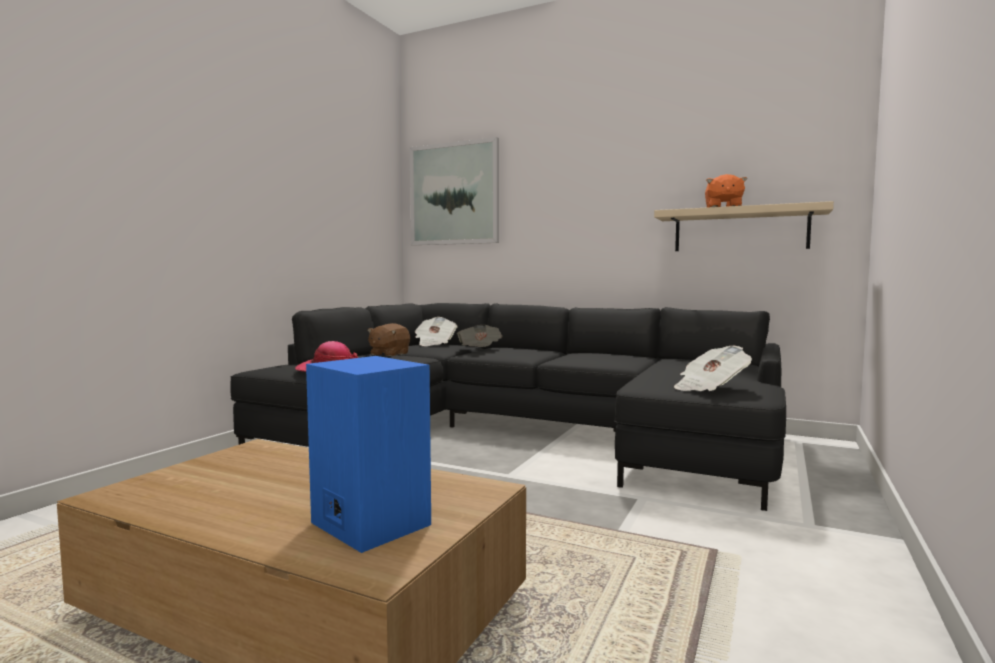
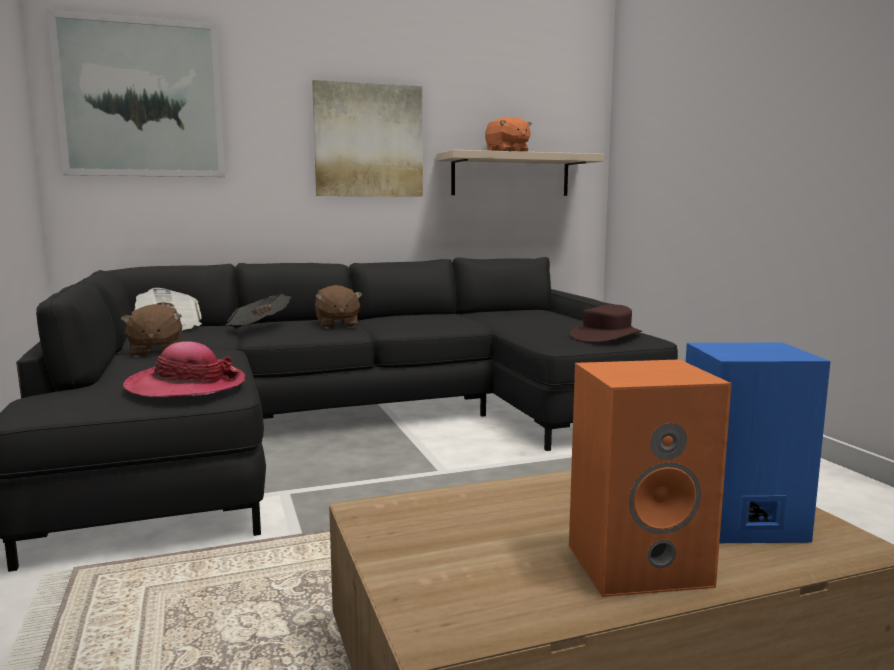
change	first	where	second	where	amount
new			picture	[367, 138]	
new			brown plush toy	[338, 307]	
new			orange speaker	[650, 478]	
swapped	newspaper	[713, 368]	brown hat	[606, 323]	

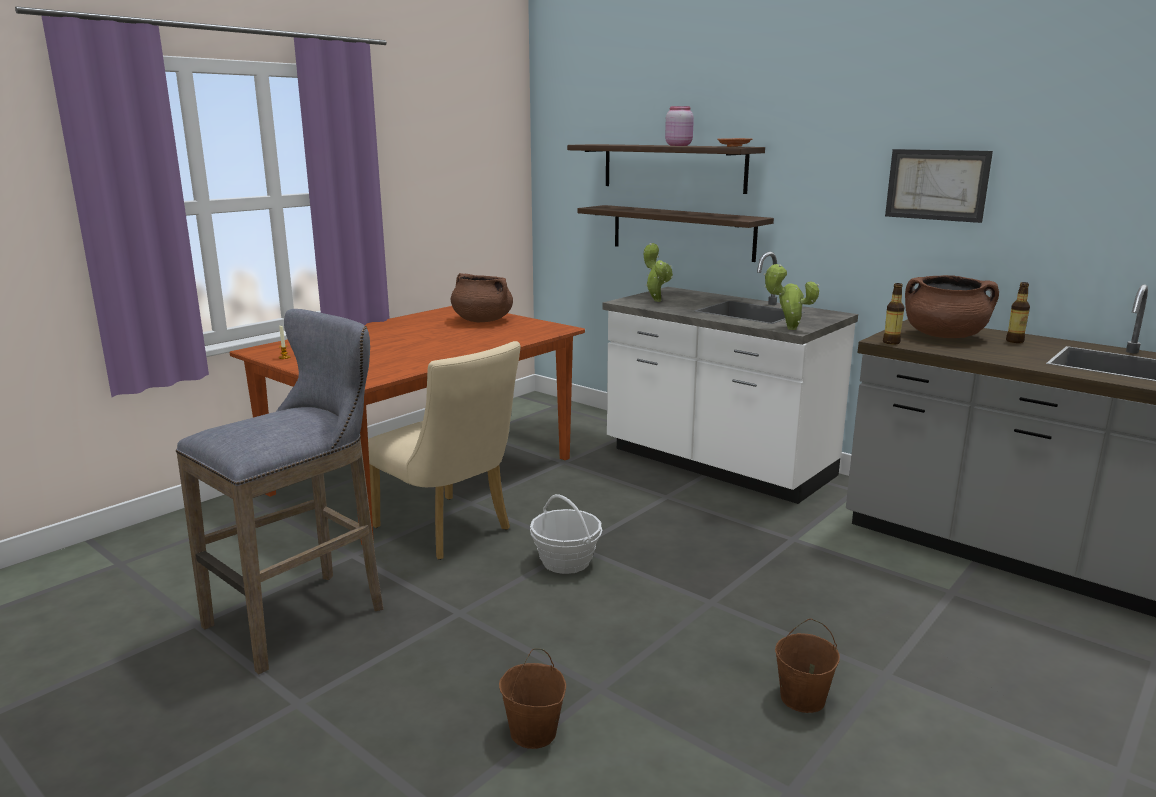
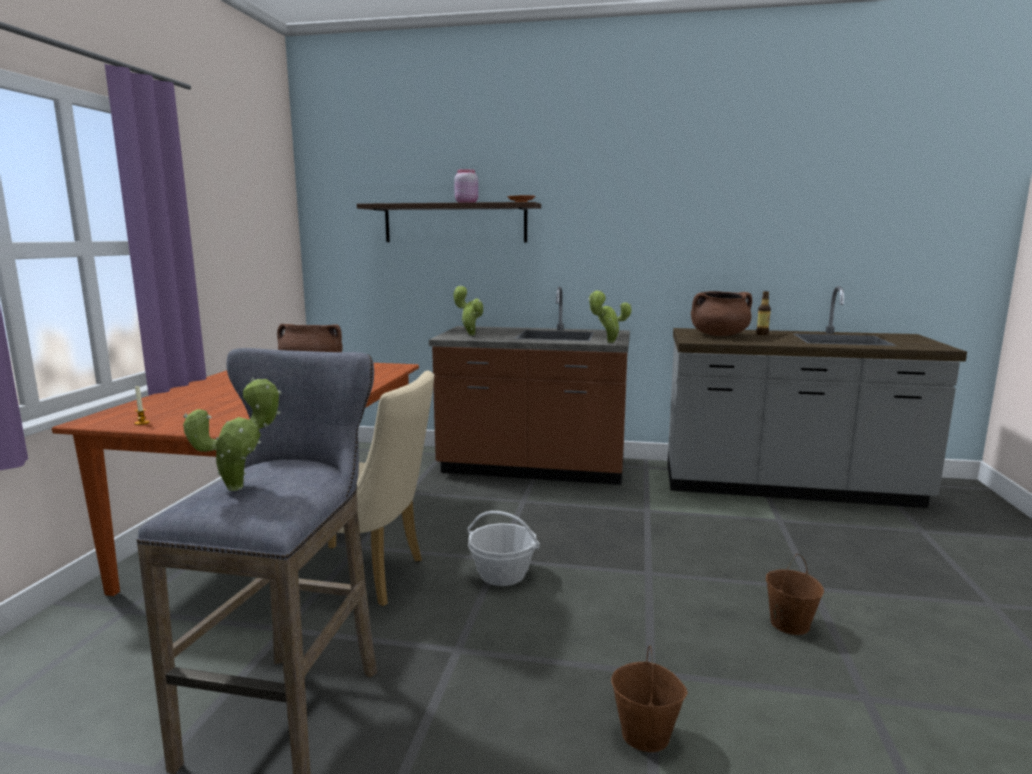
change	first	where	second	where	amount
new			potted plant	[232, 434]	
repainted	white counter	[730, 378]	brown counter	[529, 385]	
gone	shelf	[676, 233]			
gone	bottle	[893, 314]			
gone	picture	[939, 186]			

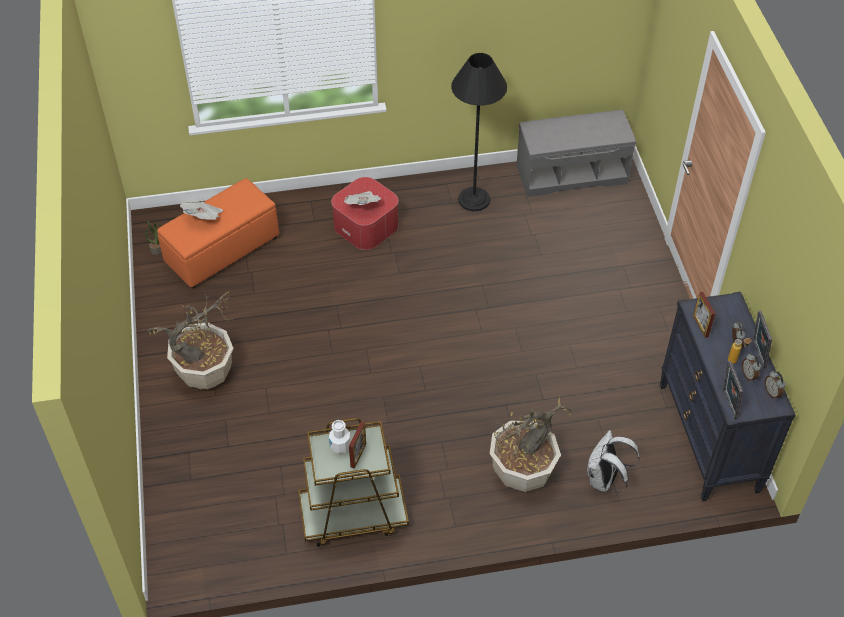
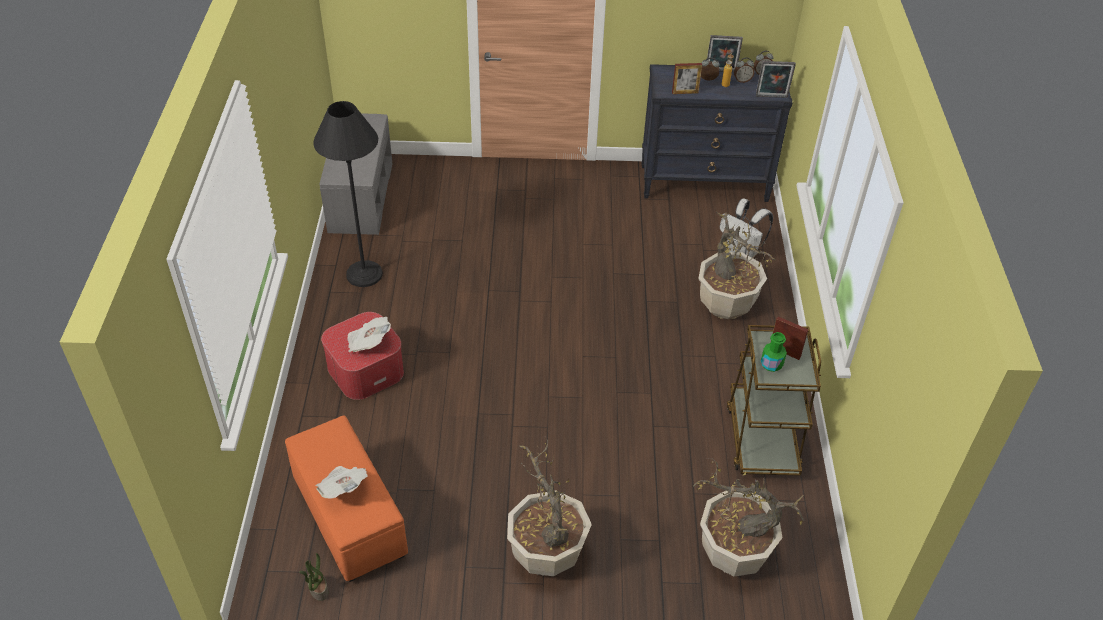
change	first	where	second	where	amount
new			potted plant	[749, 517]	
repainted	white bottle	[340, 437]	green bottle	[774, 352]	

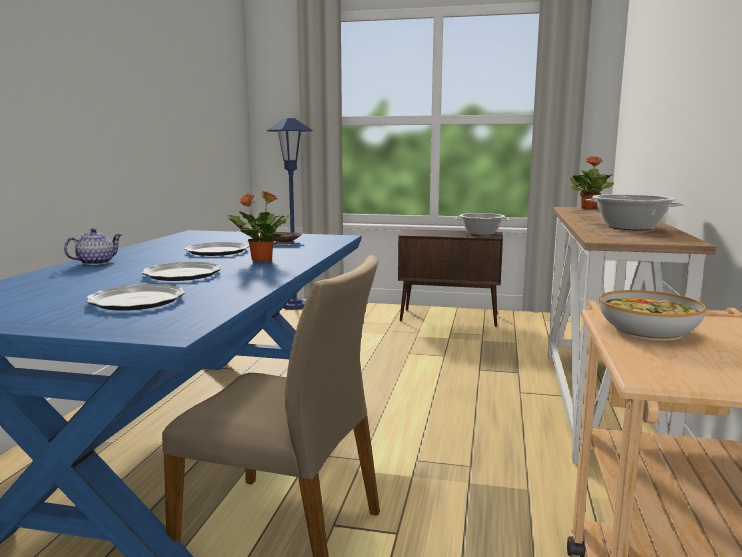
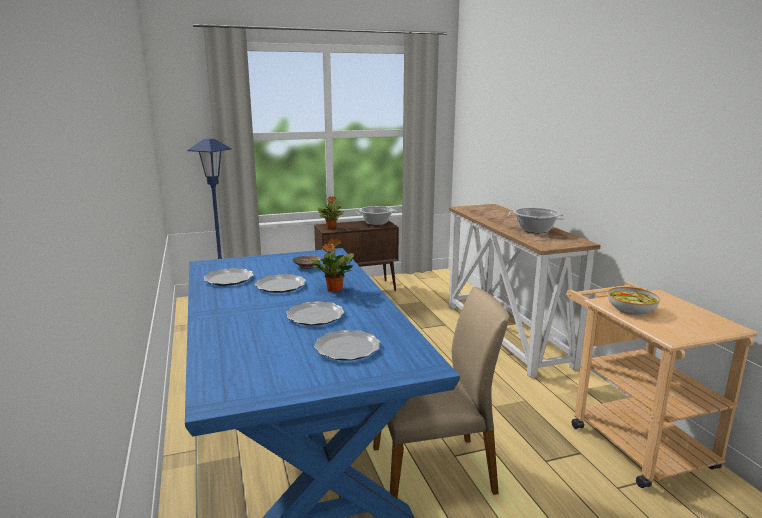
change	first	where	second	where	amount
new			plate	[229, 277]	
shifted	potted plant	[592, 182]		[331, 212]	
gone	teapot	[93, 246]			

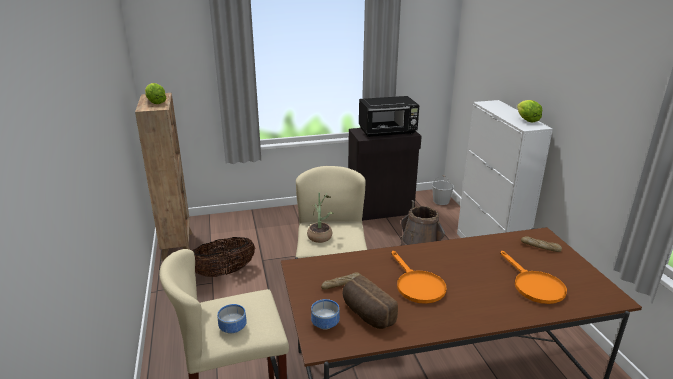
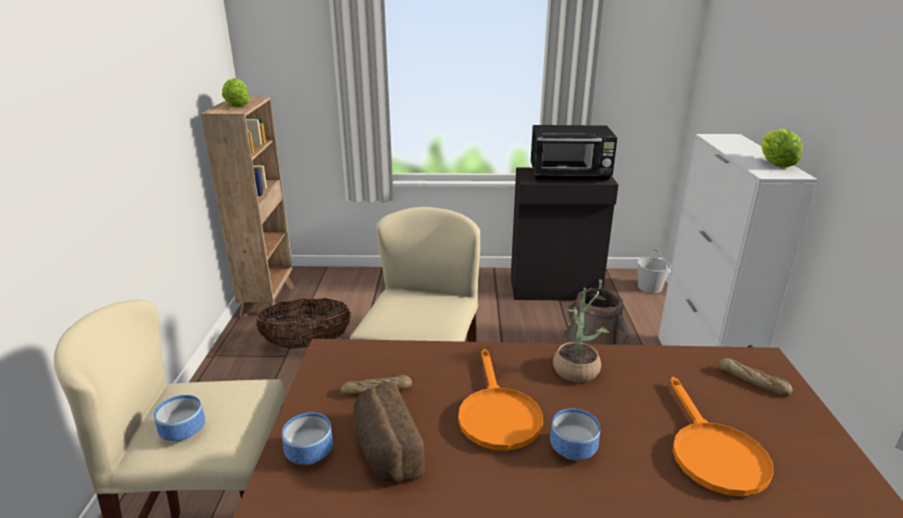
change	first	where	second	where	amount
new			bowl	[575, 434]	
shifted	potted plant	[320, 217]		[581, 335]	

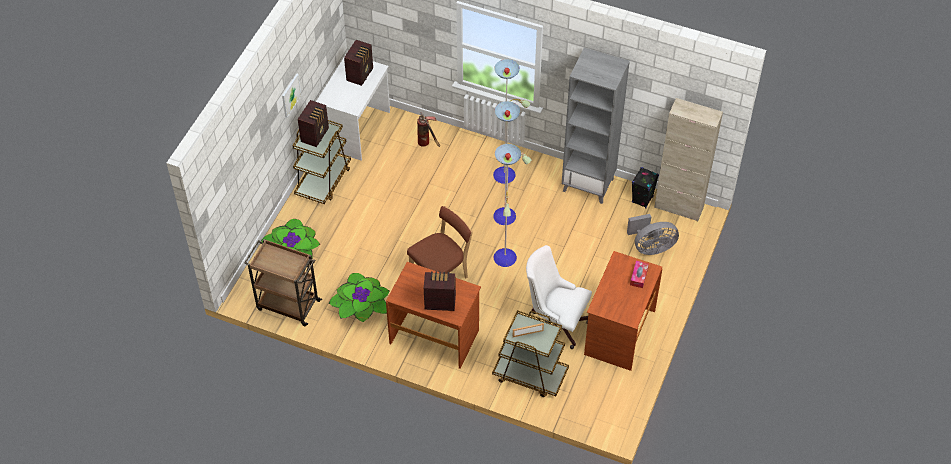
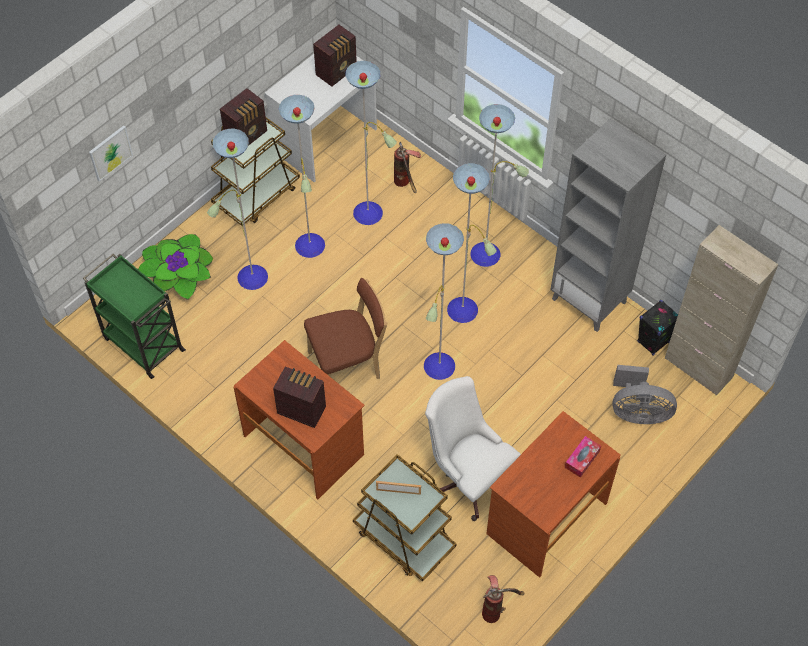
change	first	where	second	where	amount
repainted	brown cart	[283, 282]	green cart	[134, 316]	
shifted	picture	[291, 96]		[111, 154]	
new			floor lamp	[302, 175]	
new			fire extinguisher	[503, 599]	
gone	potted plant	[359, 297]			

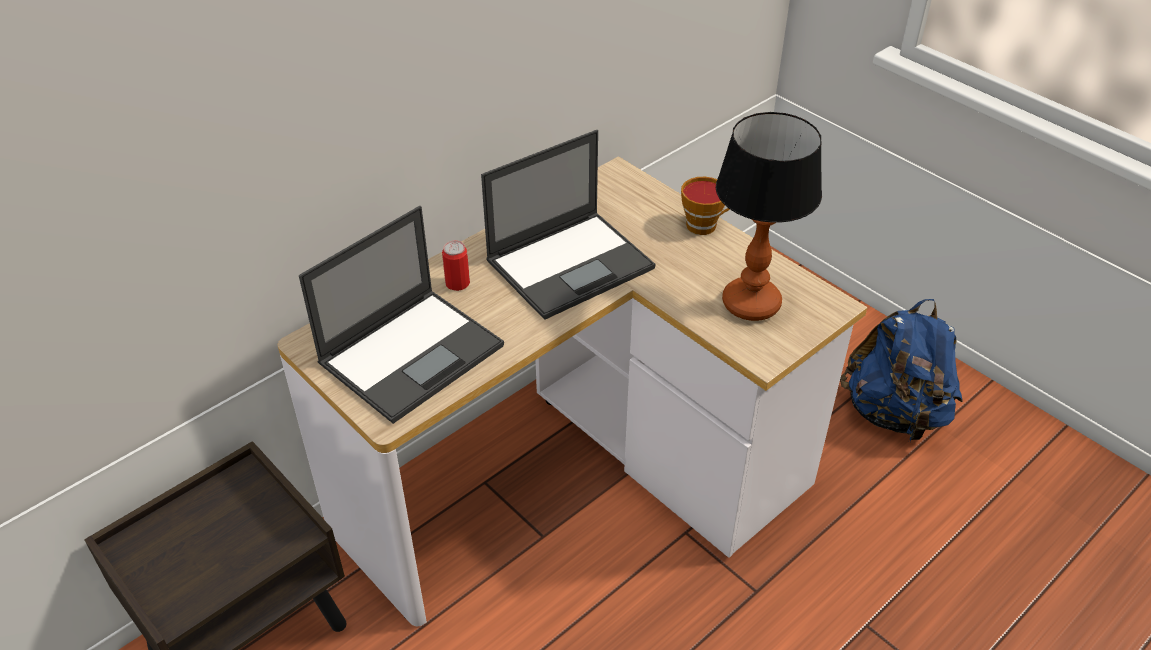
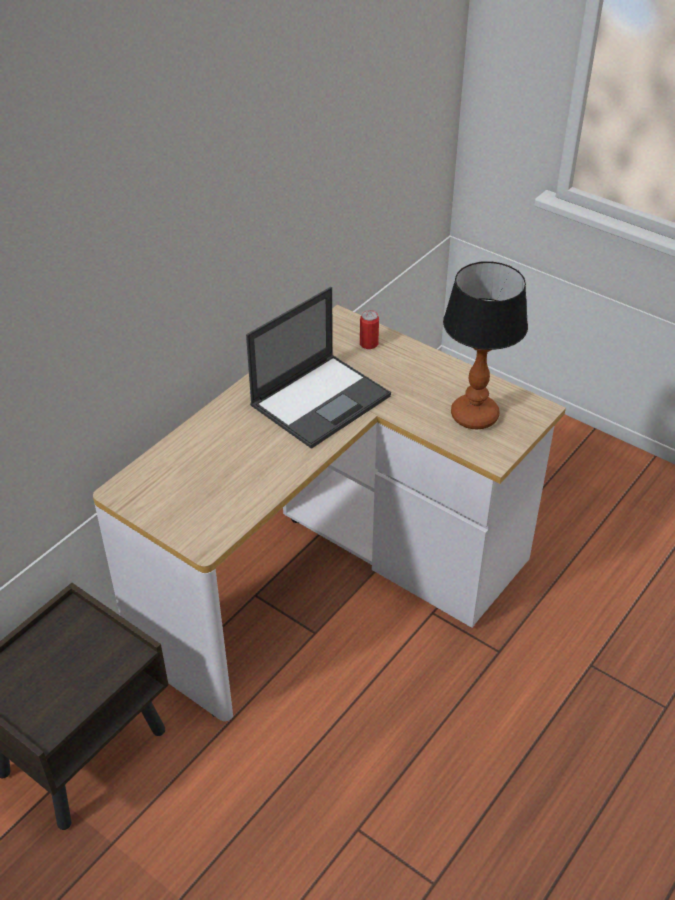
change	first	where	second	where	amount
shifted	can	[456, 266]		[369, 329]	
gone	laptop	[401, 315]			
gone	cup	[705, 206]			
gone	blue backpack	[901, 370]			

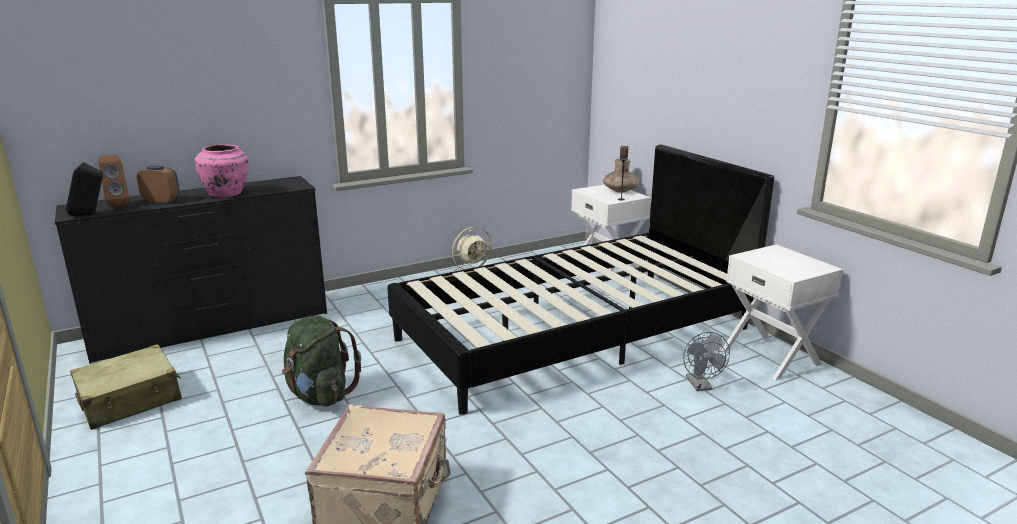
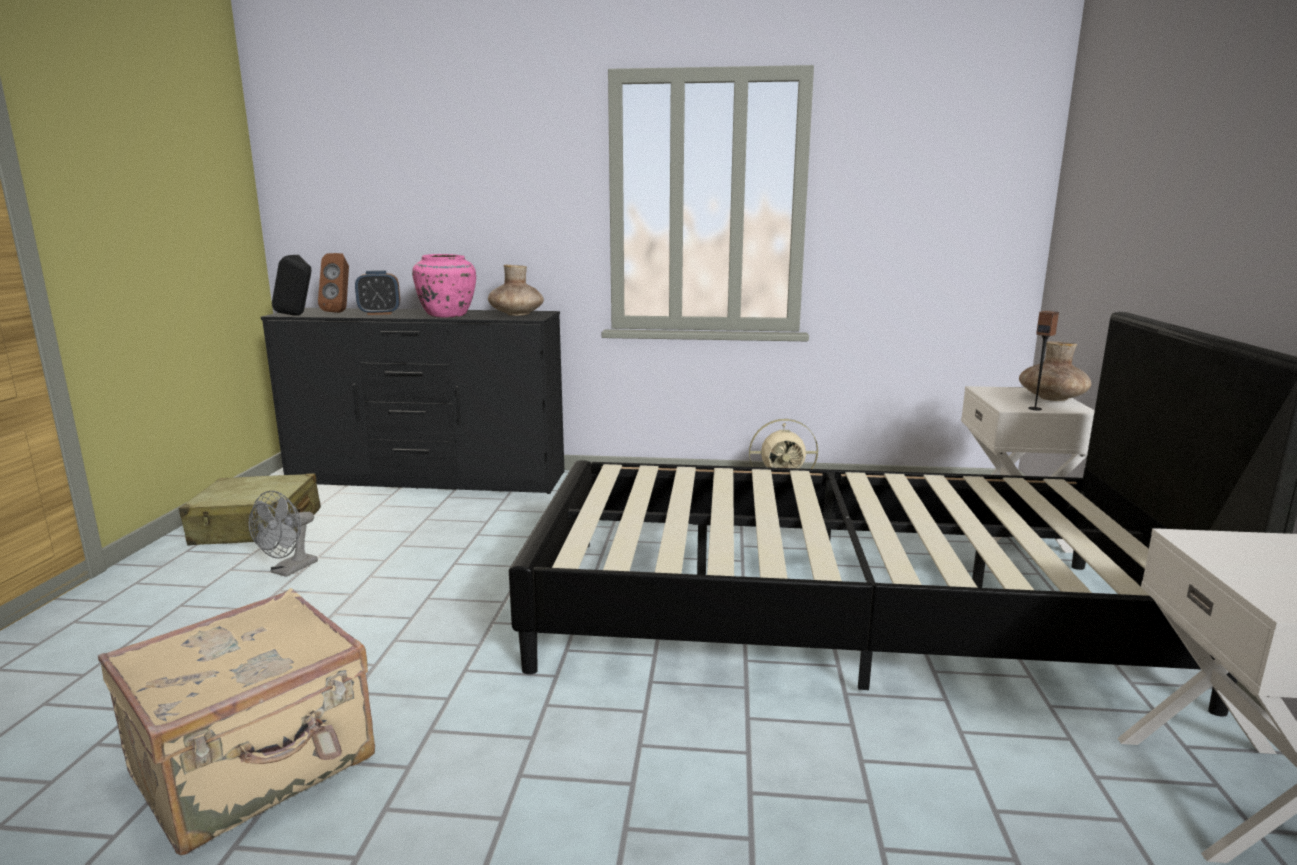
change	first	where	second	where	amount
shifted	grey fan	[706, 361]		[283, 534]	
rotated	alarm clock	[158, 184]		[377, 292]	120 degrees clockwise
new			brown vase	[516, 290]	
gone	green backpack	[321, 361]			

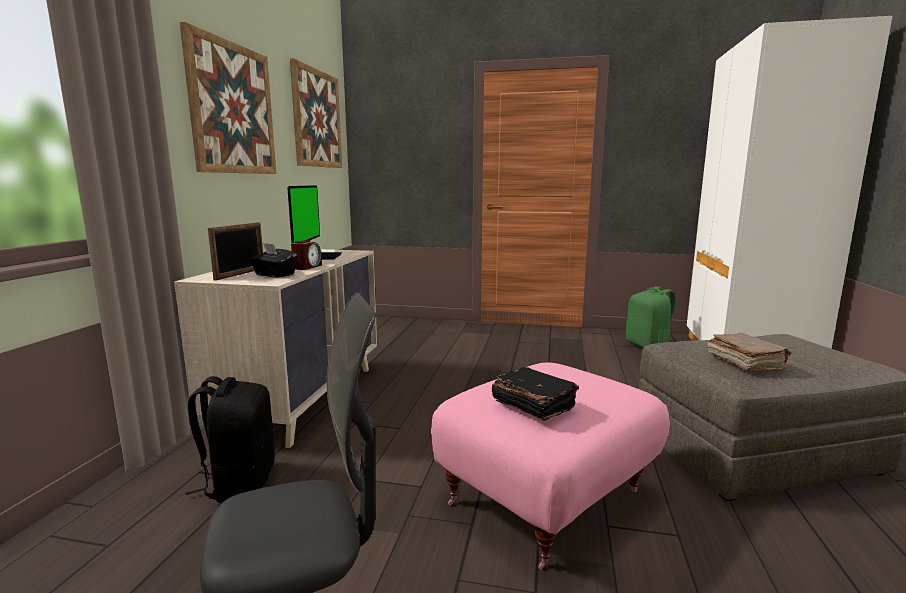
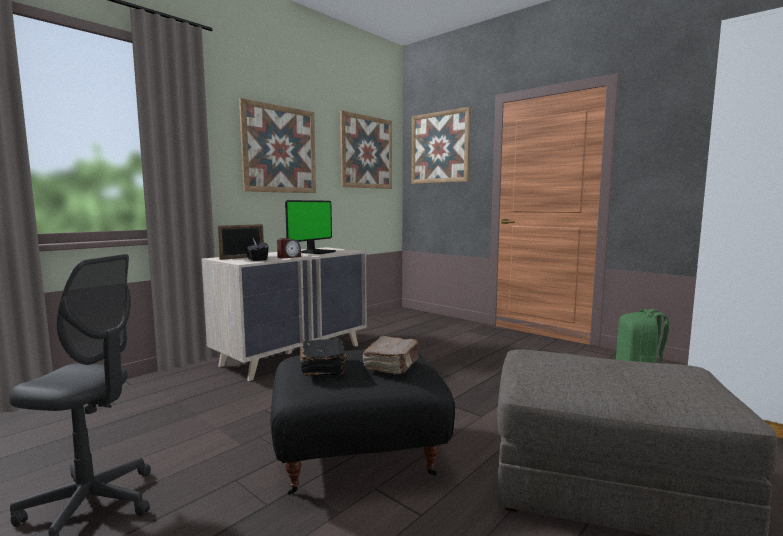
change	first	where	second	where	amount
repainted	pink ottoman	[550, 466]	black ottoman	[362, 422]	
shifted	brown book	[749, 352]		[391, 355]	
new			picture	[441, 145]	
gone	black backpack	[230, 439]			

